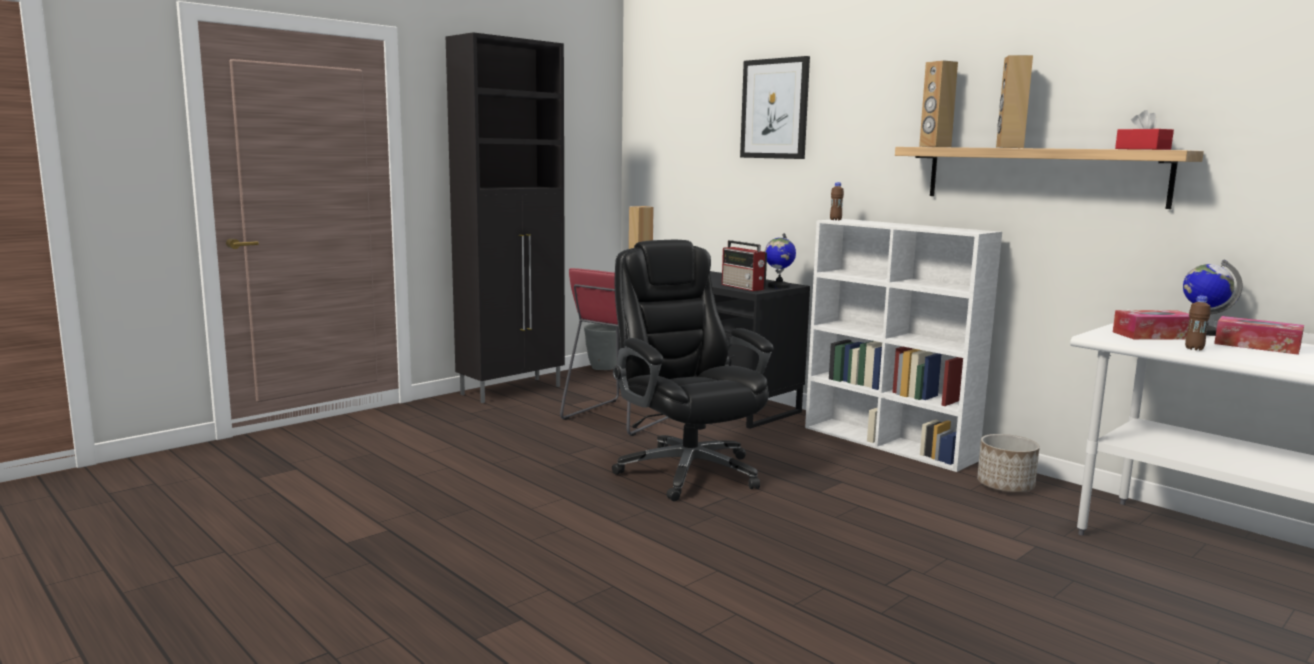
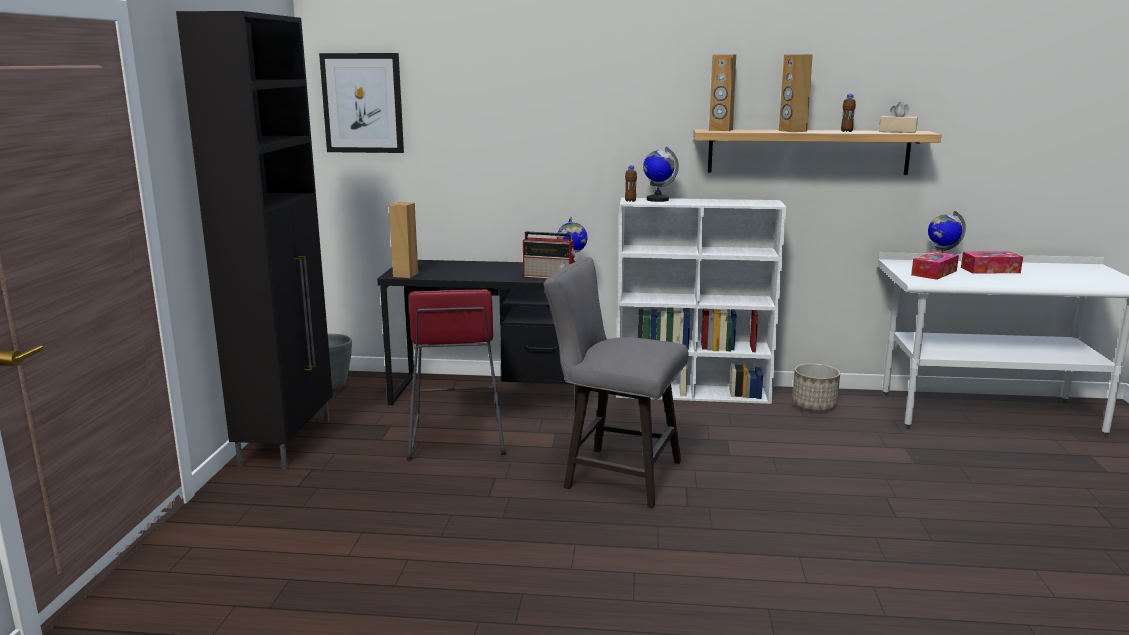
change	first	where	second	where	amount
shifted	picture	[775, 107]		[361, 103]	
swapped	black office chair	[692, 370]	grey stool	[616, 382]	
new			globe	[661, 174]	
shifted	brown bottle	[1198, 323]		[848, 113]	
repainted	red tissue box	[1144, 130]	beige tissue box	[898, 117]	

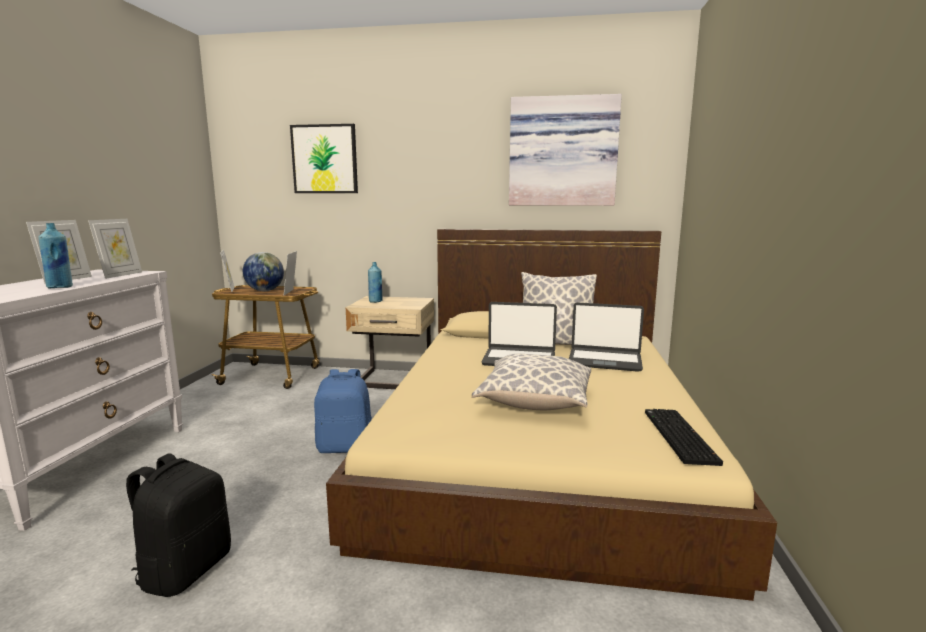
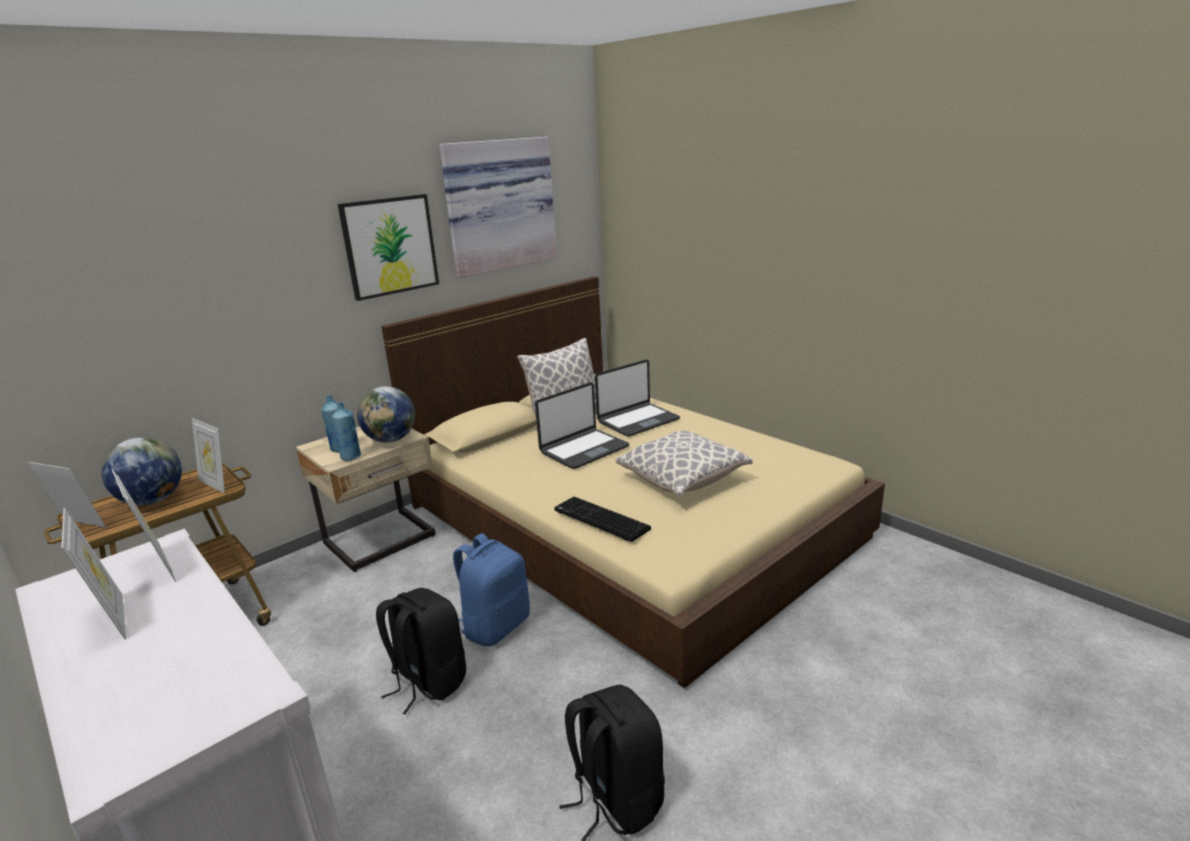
change	first	where	second	where	amount
shifted	blue bottle	[55, 255]		[346, 431]	
shifted	picture	[324, 158]		[388, 247]	
new			globe	[386, 414]	
new			black backpack	[421, 651]	
shifted	keyboard	[684, 437]		[602, 519]	

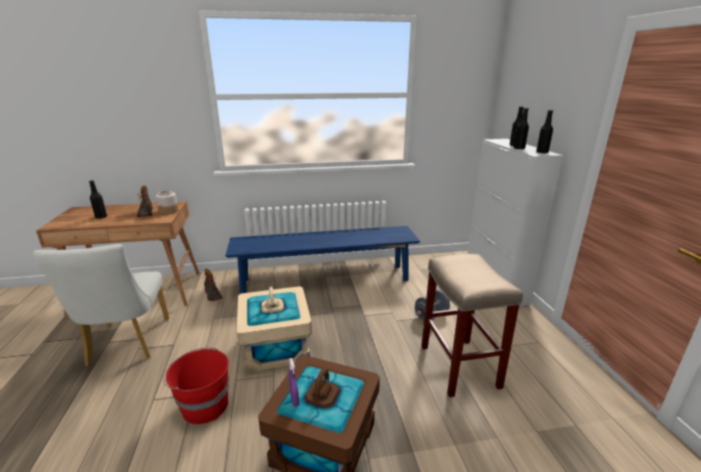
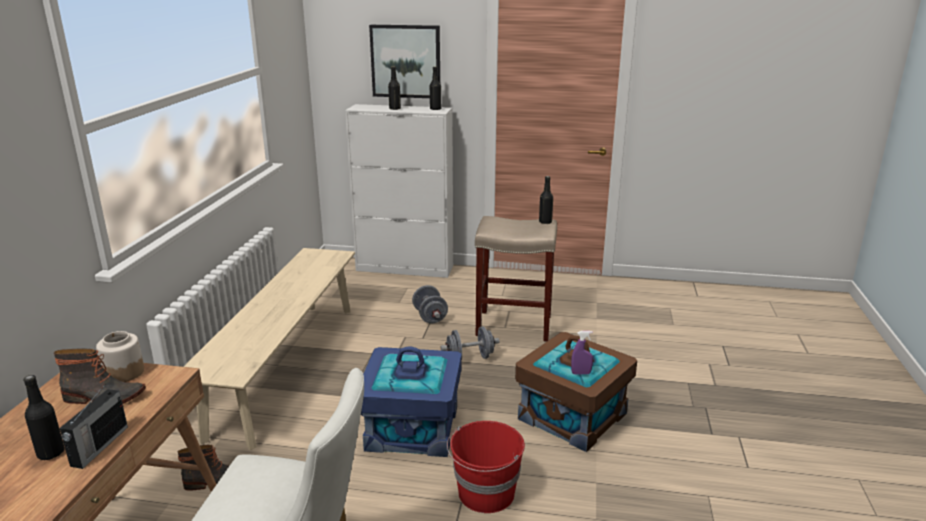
change	first	where	second	where	amount
new			radio	[94, 427]	
repainted	blue bench	[322, 260]	beige bench	[269, 349]	
repainted	beige storage box	[274, 330]	blue storage box	[411, 401]	
new			picture	[404, 61]	
new			grey dumbbell	[470, 342]	
shifted	black bottle	[521, 128]		[546, 200]	

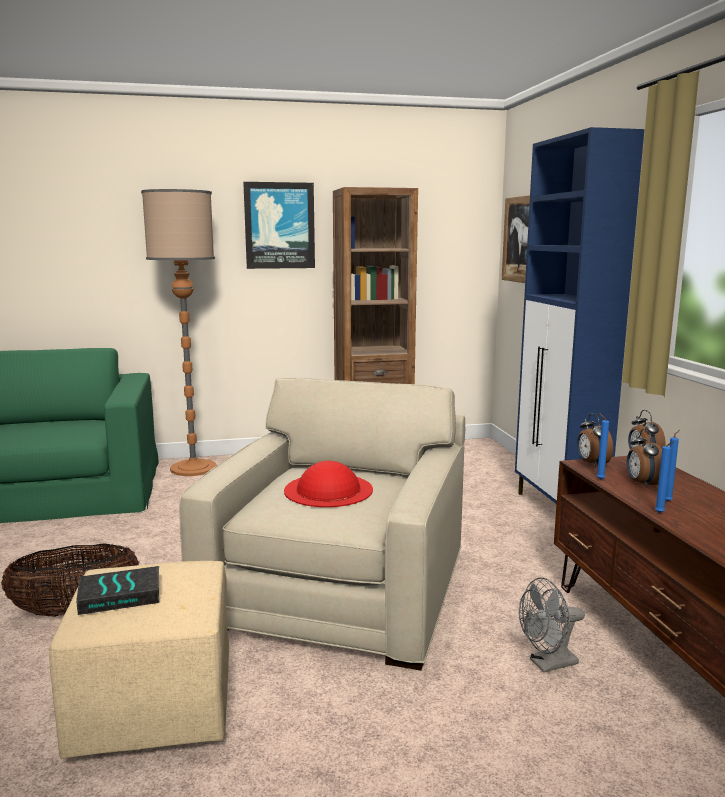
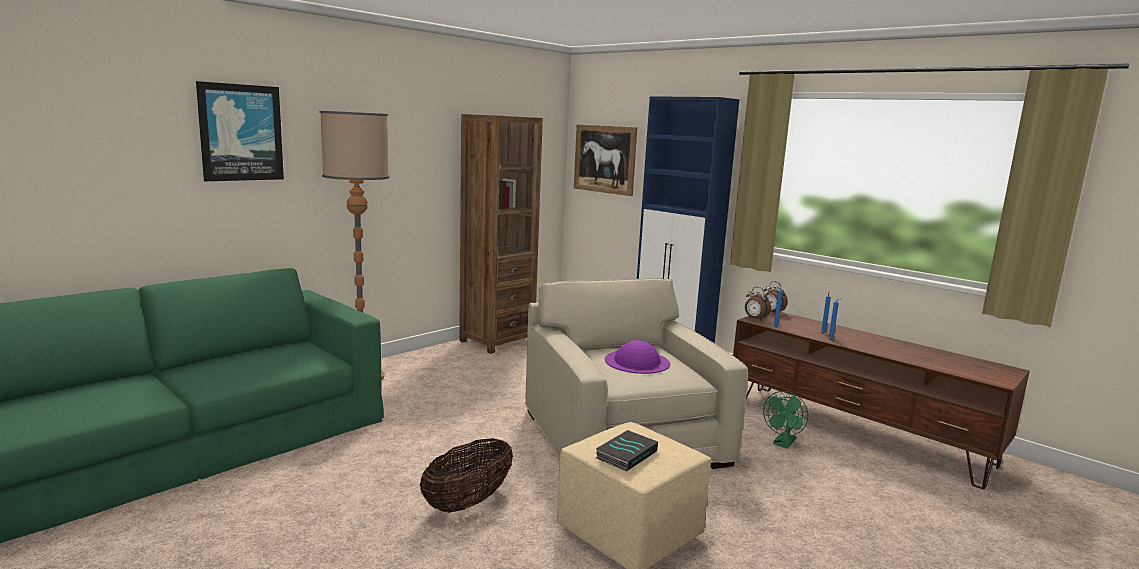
change	first	where	second	where	amount
shifted	picture	[279, 225]		[240, 131]	
repainted	red hat	[328, 484]	purple hat	[637, 357]	
repainted	grey fan	[552, 625]	green fan	[785, 419]	
gone	alarm clock	[644, 458]			

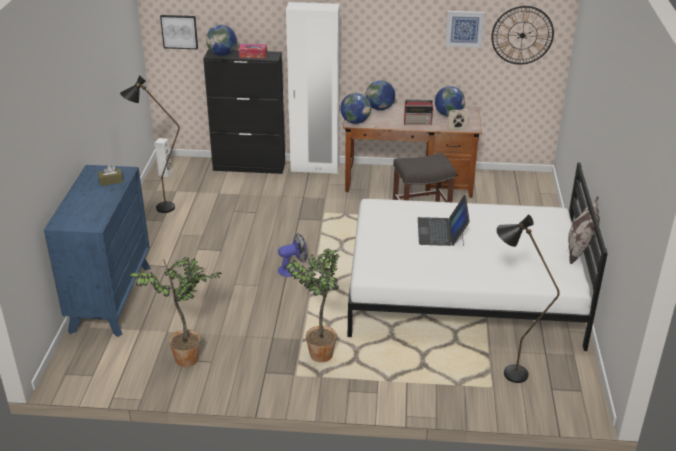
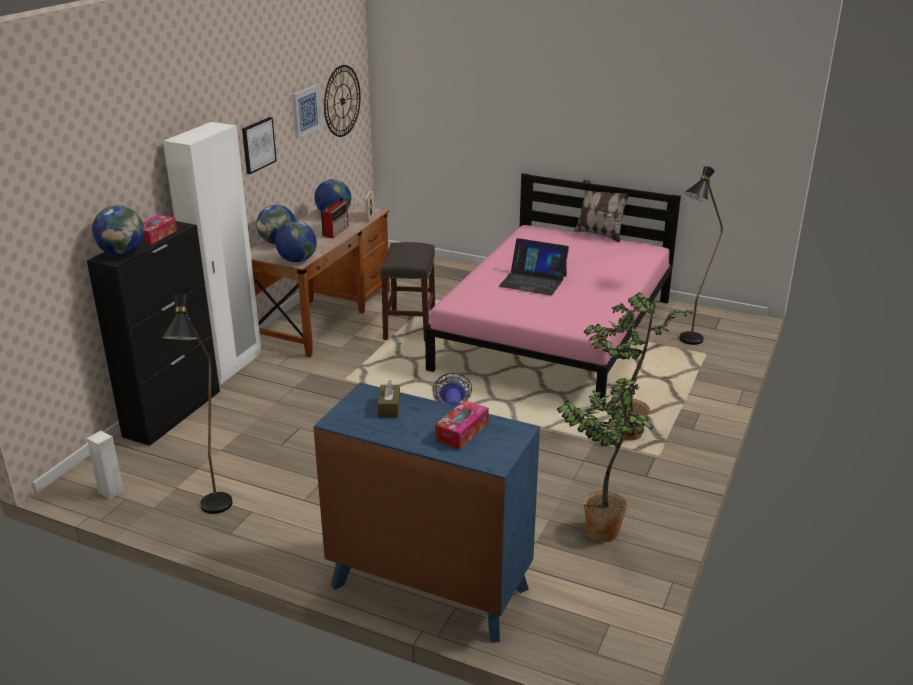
change	first	where	second	where	amount
shifted	picture	[179, 32]		[259, 145]	
repainted	white bed	[478, 256]	pink bed	[553, 292]	
new			tissue box	[462, 424]	

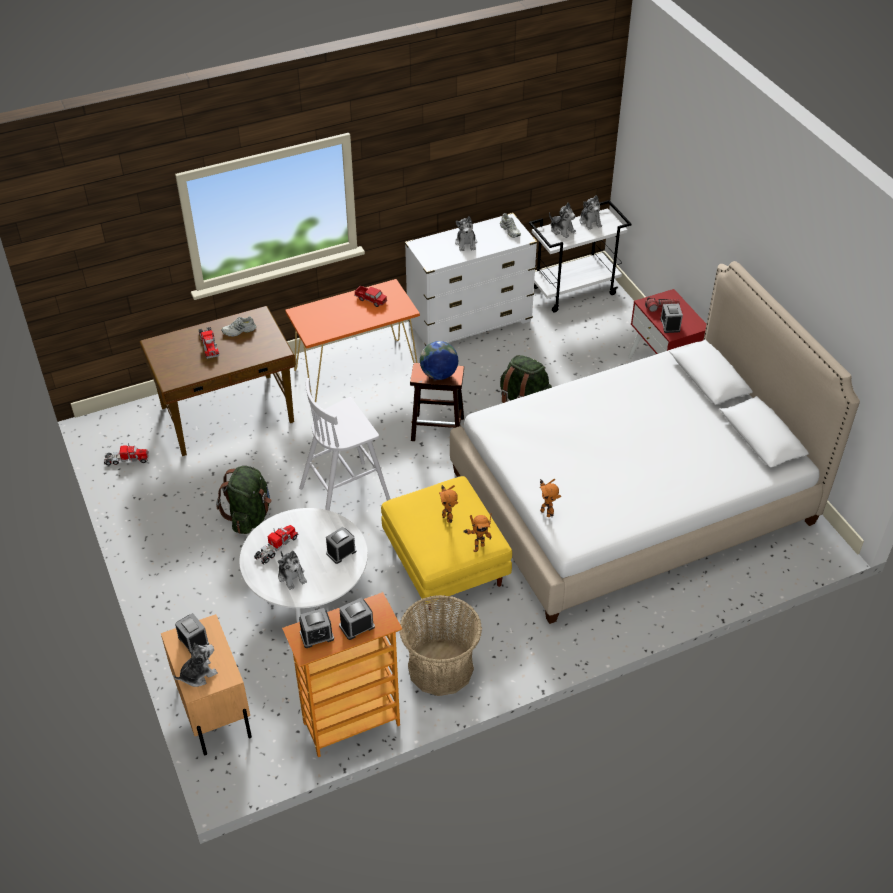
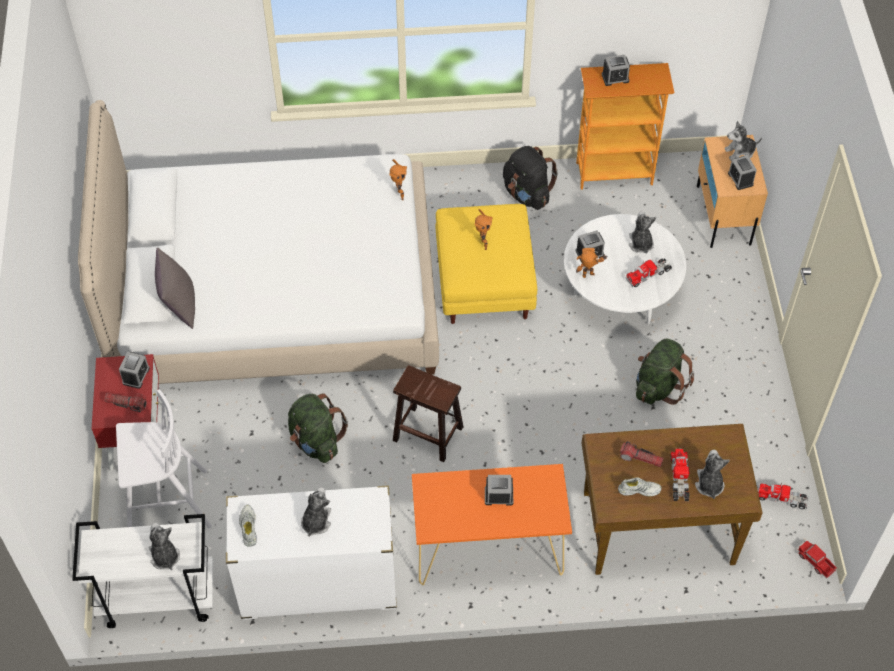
change	first	where	second	where	amount
shifted	white stool	[344, 444]		[164, 458]	
new			grey pillow	[175, 288]	
shifted	alarm clock	[316, 628]		[499, 490]	
swapped	basket	[440, 645]	black backpack	[530, 178]	
shifted	toy robot	[477, 533]		[592, 263]	
new			flashlight	[642, 454]	
shifted	plush toy	[591, 212]		[712, 474]	
shifted	toy truck	[370, 296]		[817, 560]	
gone	globe	[439, 360]			

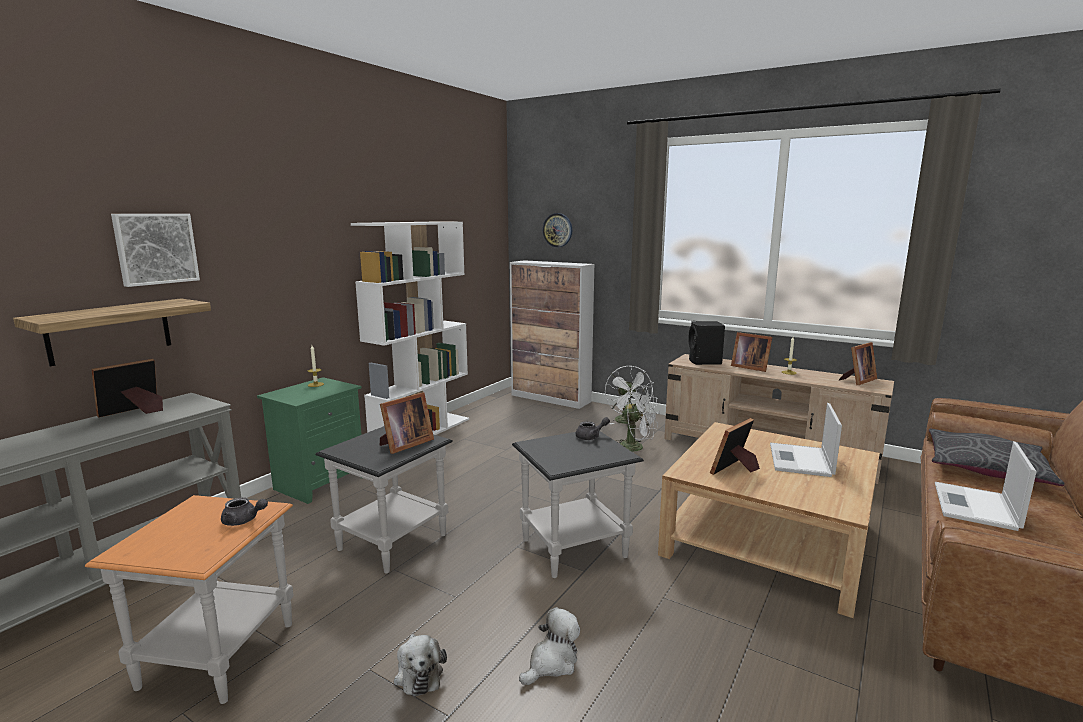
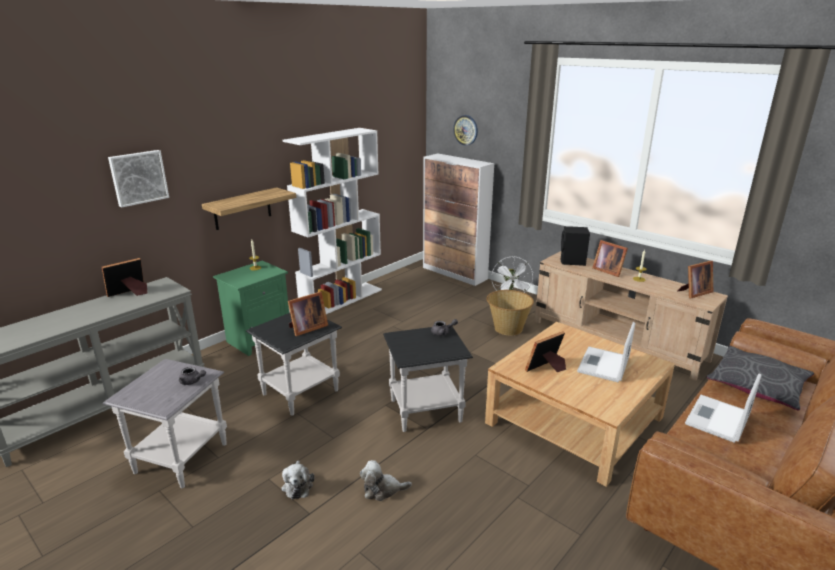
change	first	where	second	where	amount
repainted	orange side table	[189, 599]	grey side table	[164, 423]	
shifted	shelf	[112, 332]		[249, 208]	
rotated	plush toy	[549, 646]		[386, 480]	150 degrees counterclockwise
swapped	white fan	[637, 419]	basket	[510, 313]	

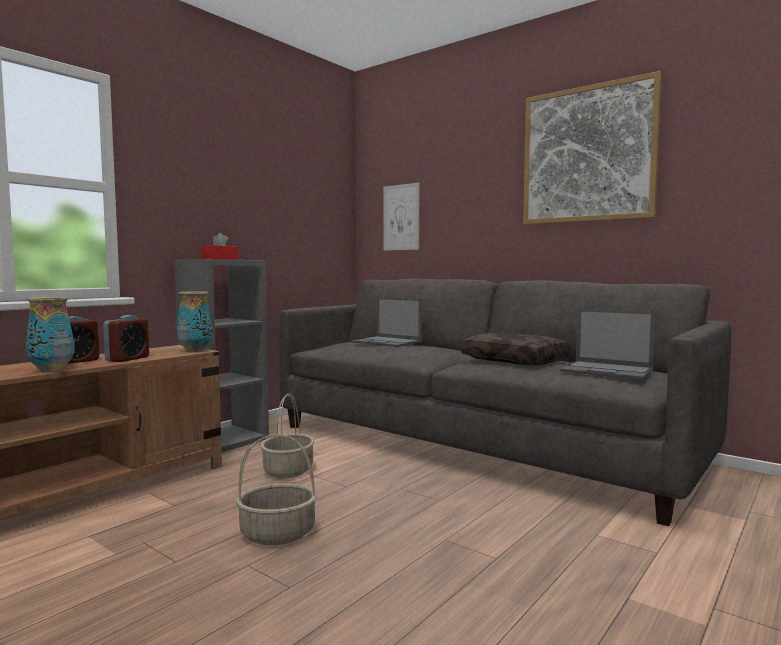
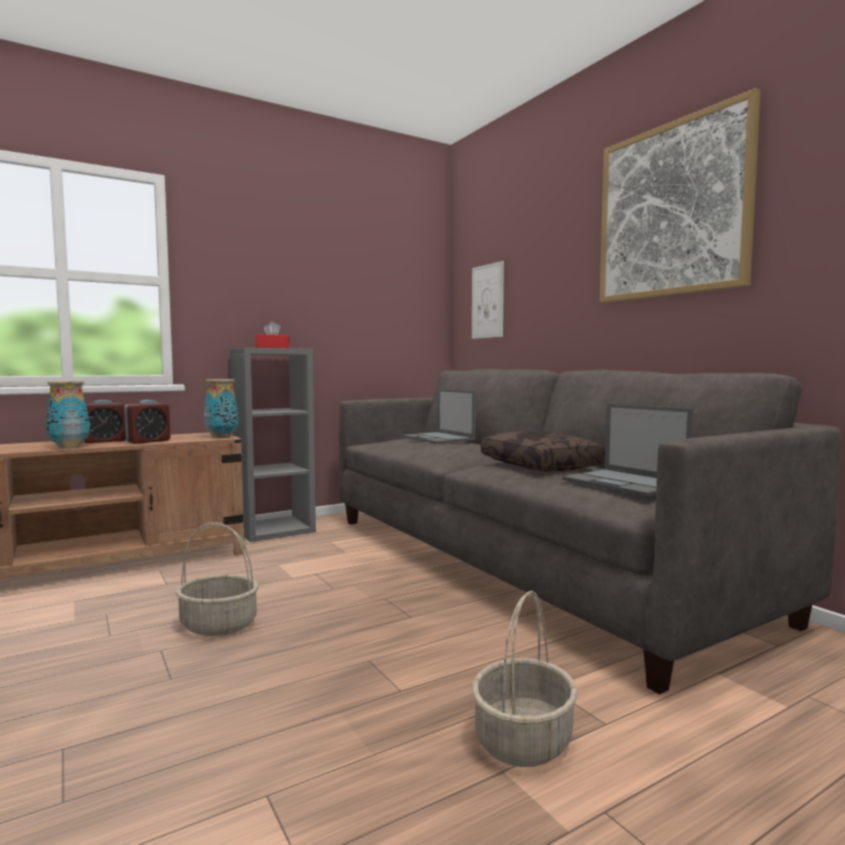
change	first	where	second	where	amount
shifted	basket	[288, 436]		[525, 679]	

